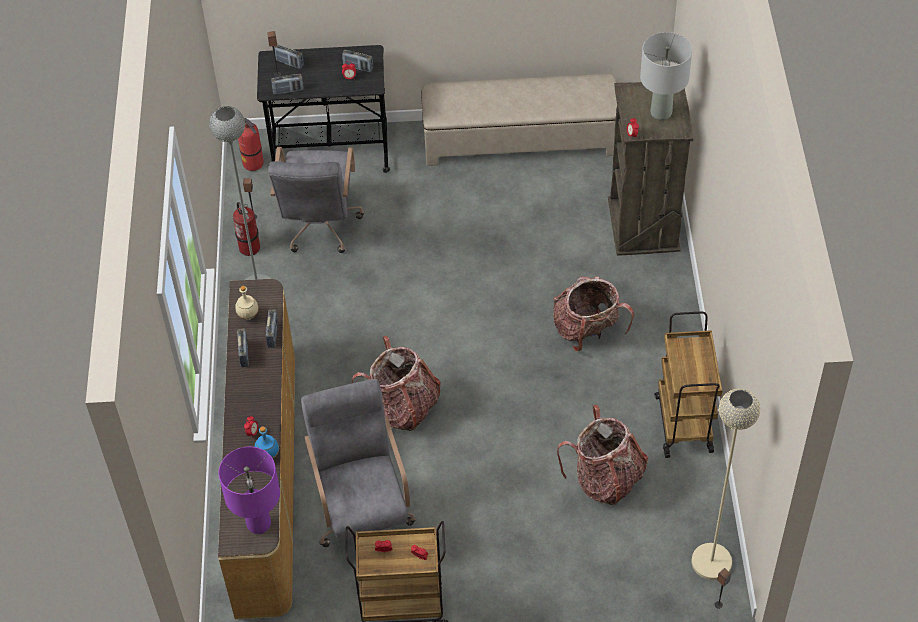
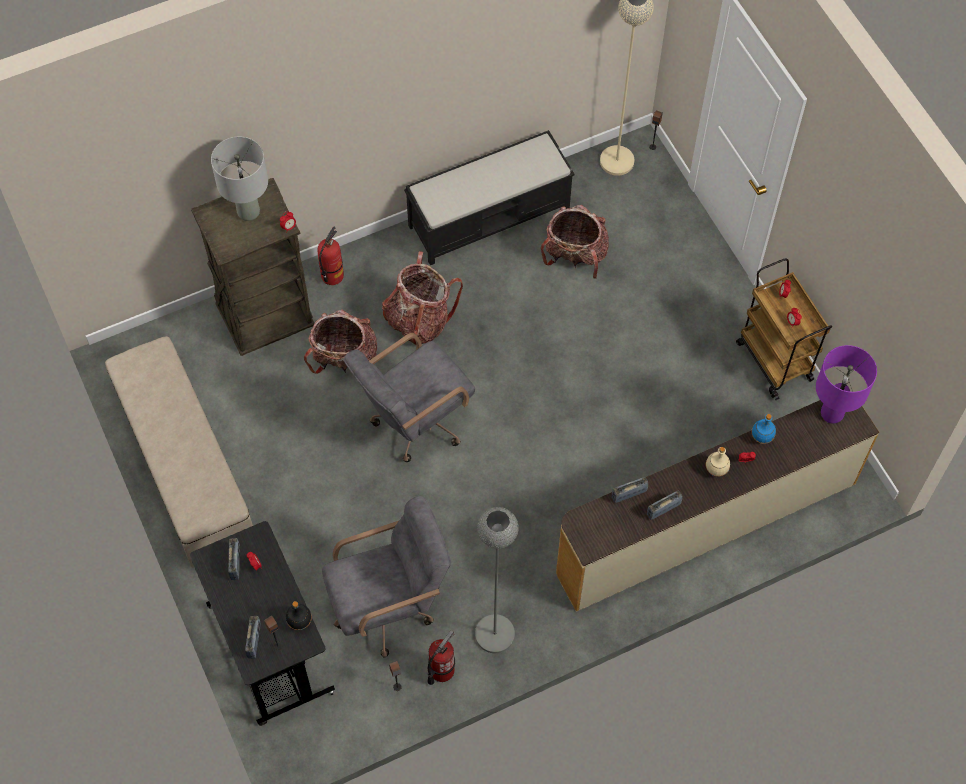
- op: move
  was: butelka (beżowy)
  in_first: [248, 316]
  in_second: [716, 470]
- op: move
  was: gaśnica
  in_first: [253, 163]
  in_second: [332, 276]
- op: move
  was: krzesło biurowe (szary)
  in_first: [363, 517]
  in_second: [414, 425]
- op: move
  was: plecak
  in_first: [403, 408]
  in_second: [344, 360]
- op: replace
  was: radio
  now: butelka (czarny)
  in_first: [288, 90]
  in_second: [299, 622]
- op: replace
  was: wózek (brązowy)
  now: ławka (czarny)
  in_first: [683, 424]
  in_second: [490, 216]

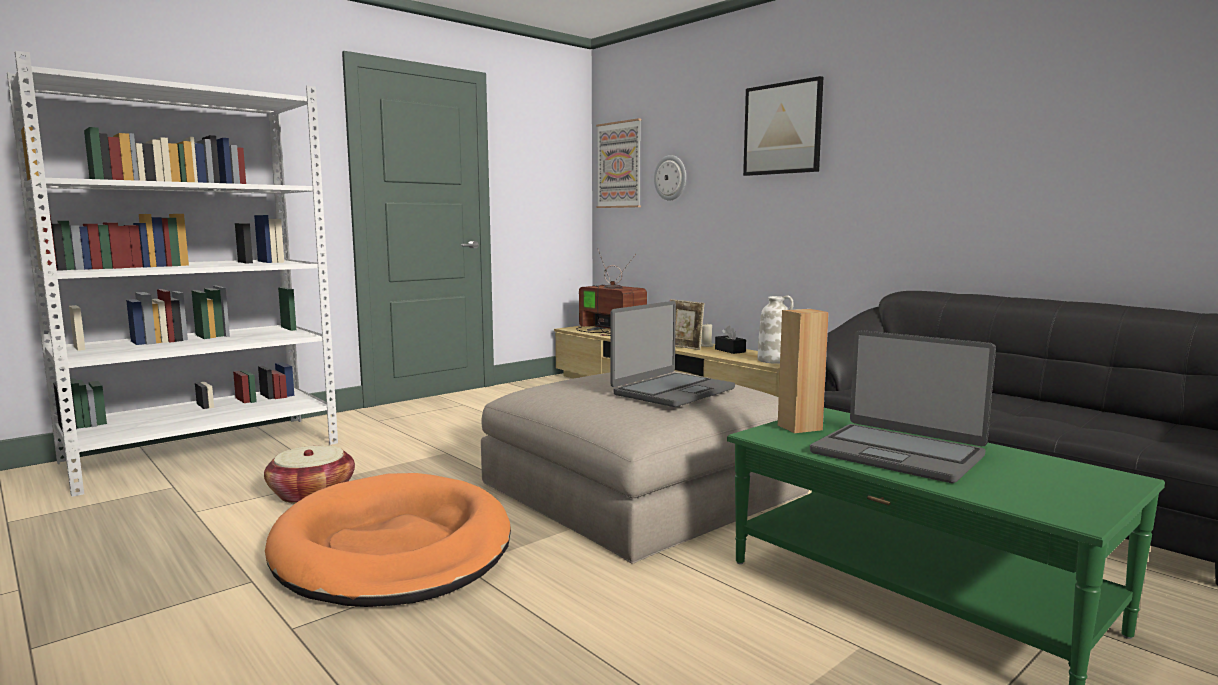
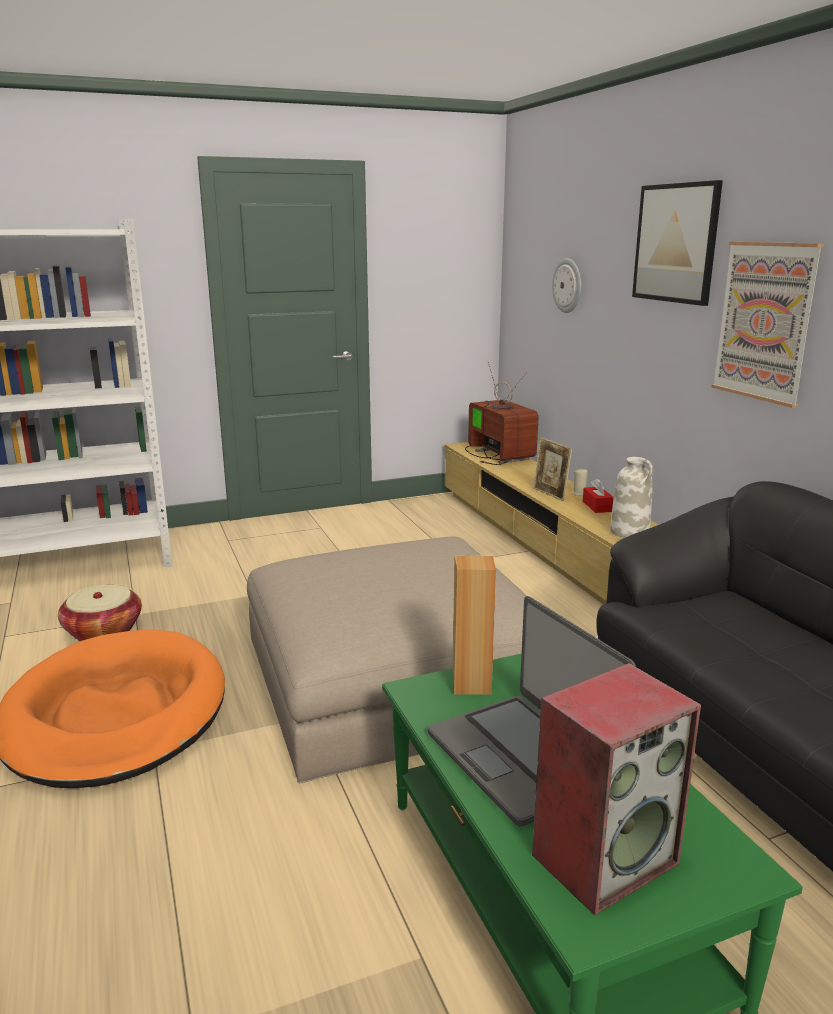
- op: delete
  was: laptop
  in_first: [672, 391]
- op: insert
  now: głośnik
  in_second: [605, 857]
- op: move
  was: obraz
  in_first: [619, 165]
  in_second: [765, 321]
- op: recolor
  was: pudełko chusteczek (czarny)
  now: pudełko chusteczek (czerwony)
  in_first: [730, 350]
  in_second: [597, 506]

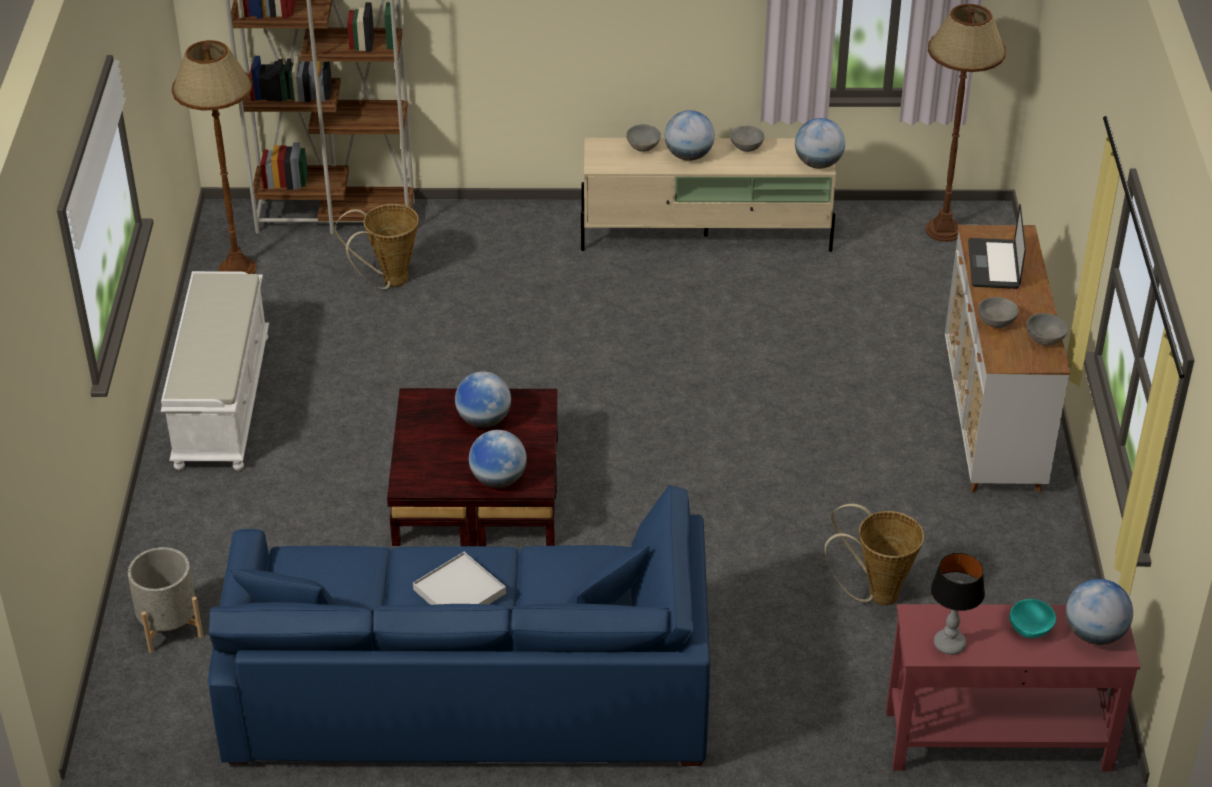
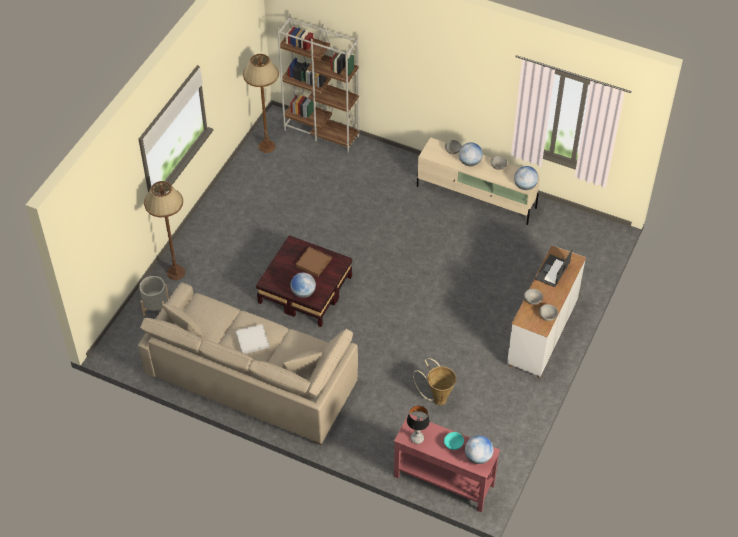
- op: delete
  was: ławka (biały)
  in_first: [221, 400]
- op: delete
  was: koszyk
  in_first: [389, 281]
- op: move
  was: lampa stojąca (brązowy)
  in_first: [944, 230]
  in_second: [176, 273]
- op: replace
  was: globus
  now: taca (brązowy)
  in_first: [484, 420]
  in_second: [313, 262]
- op: recolor
  was: kanapa (niebieski)
  now: kanapa (beżowy)
  in_first: [469, 689]
  in_second: [252, 377]

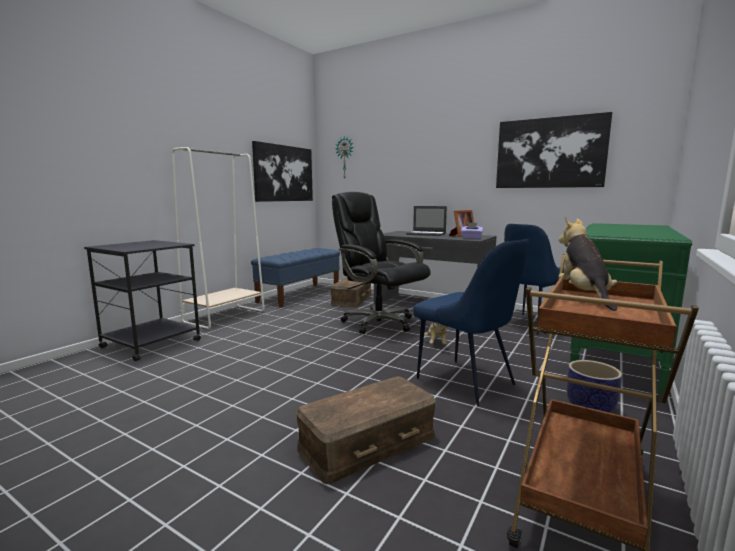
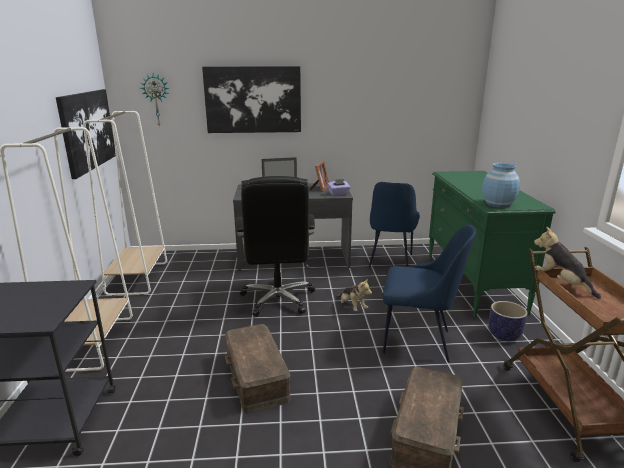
- op: insert
  now: wazon (niebieski)
  in_second: [498, 204]
- op: move
  was: pojemnik do przechowywania (brązowy)
  in_first: [352, 299]
  in_second: [257, 377]
- op: move
  was: obraz
  in_first: [550, 153]
  in_second: [253, 100]
- op: replace
  was: ławka (niebieski)
  now: wieszak
  in_first: [300, 295]
  in_second: [138, 279]
- op: rotate
  was: krzesło biurowe (czarny)
  in_first: [380, 323]
  in_second: [277, 297]
  clockwise: -105

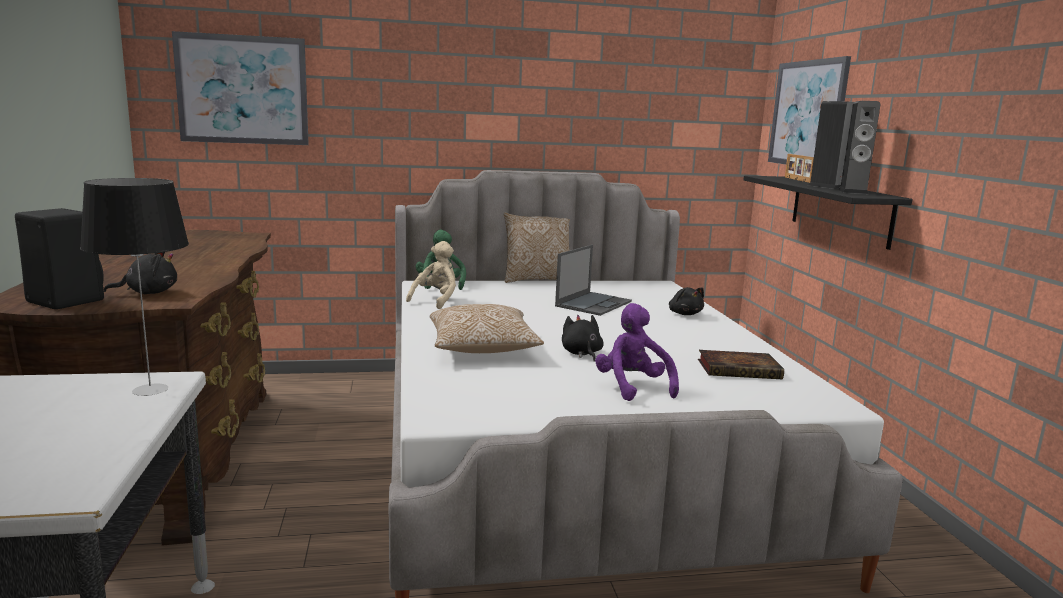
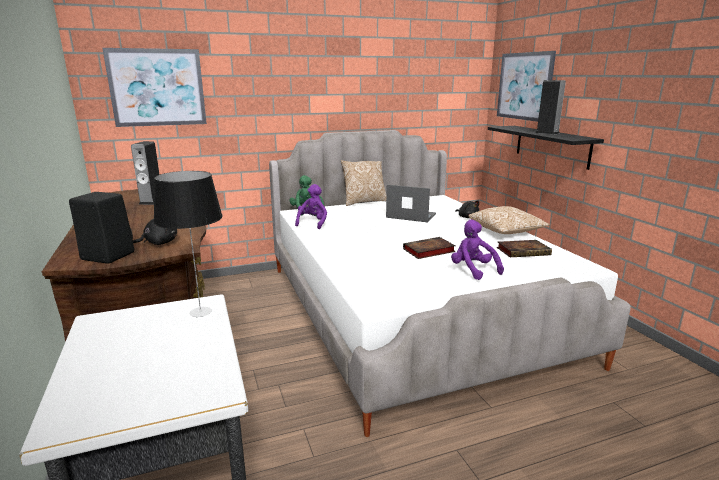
- op: delete
  was: ramka na zdjęcie
  in_first: [797, 180]
- op: move
  was: poduszka
  in_first: [482, 349]
  in_second: [506, 231]
- op: move
  was: głośnik
  in_first: [853, 191]
  in_second: [151, 201]
- op: replace
  was: pluszak (czarny)
  now: książka
  in_first: [581, 353]
  in_second: [428, 251]
- op: recolor
  was: pluszak (beżowy)
  now: pluszak (fioletowy)
  in_first: [436, 300]
  in_second: [312, 223]
- op: rotate
  was: laptop
  in_first: [594, 303]
  in_second: [410, 215]
  clockwise: -90

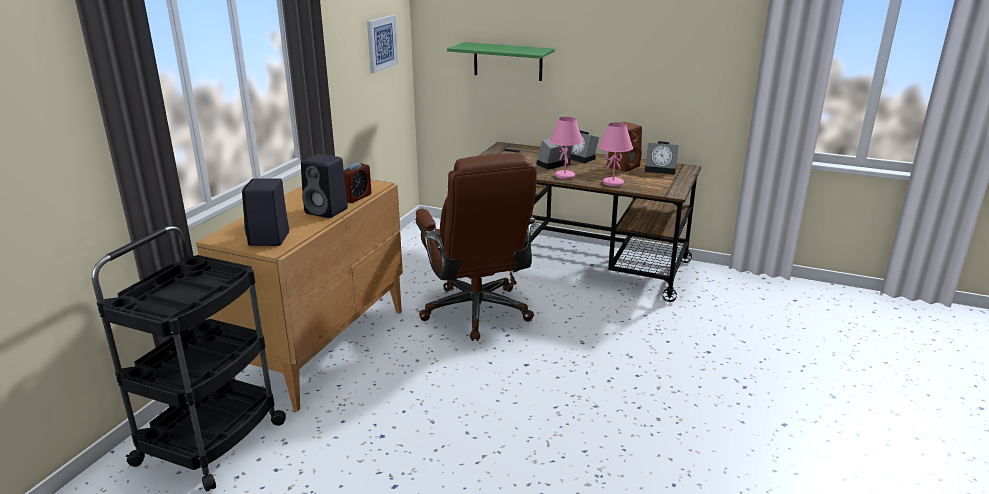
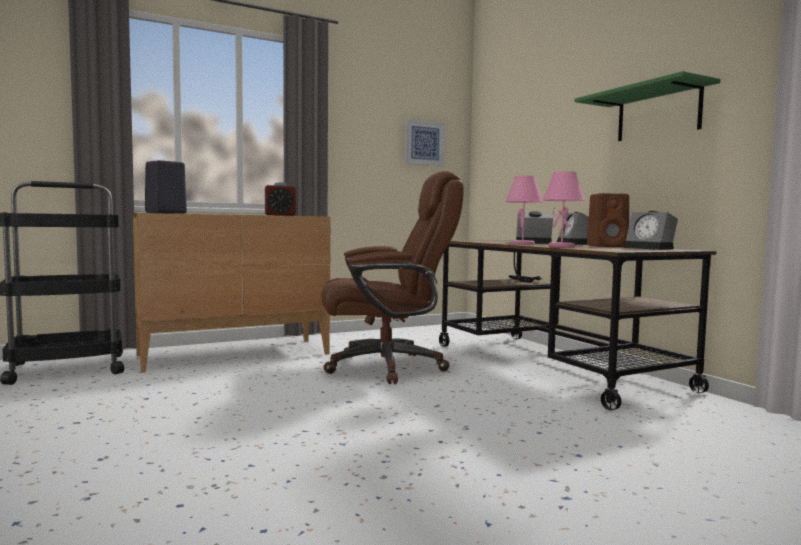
- op: delete
  was: głośnik (czarny)
  in_first: [328, 211]
- op: move
  was: półka (zielony)
  in_first: [507, 61]
  in_second: [658, 114]
- op: rotate
  was: krzesło biurowe (brązowy)
  in_first: [476, 311]
  in_second: [386, 367]
  clockwise: -120

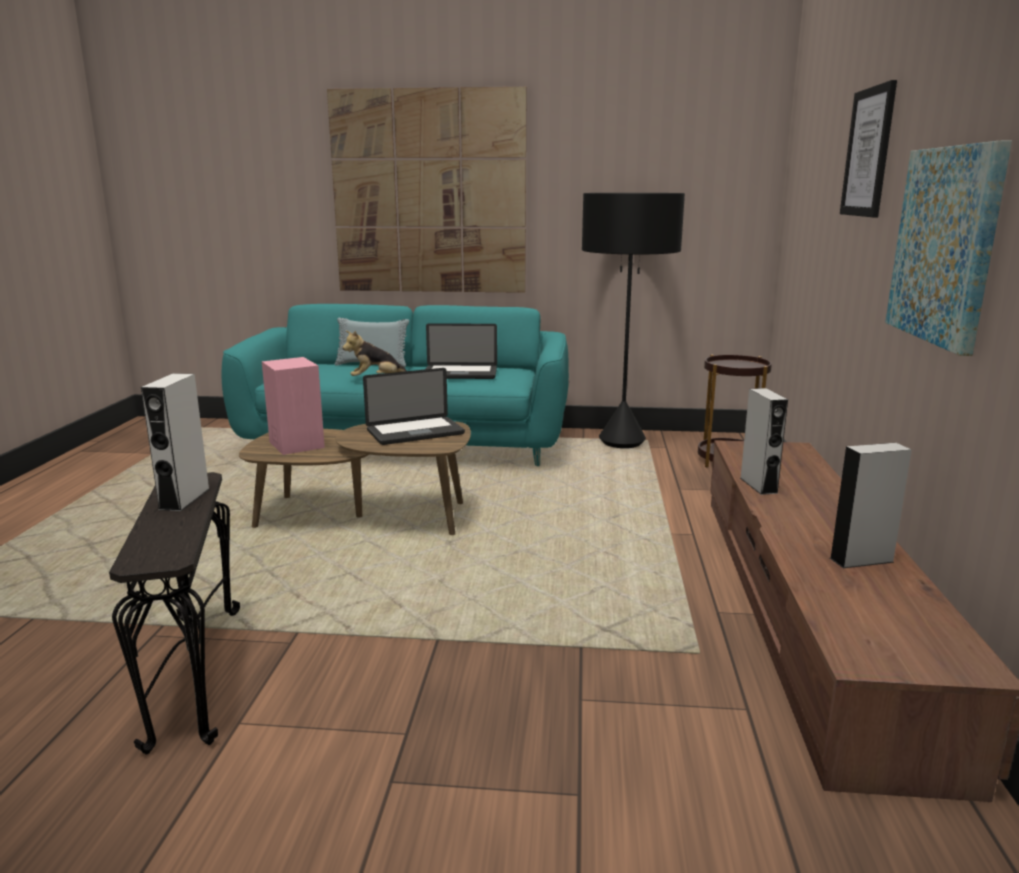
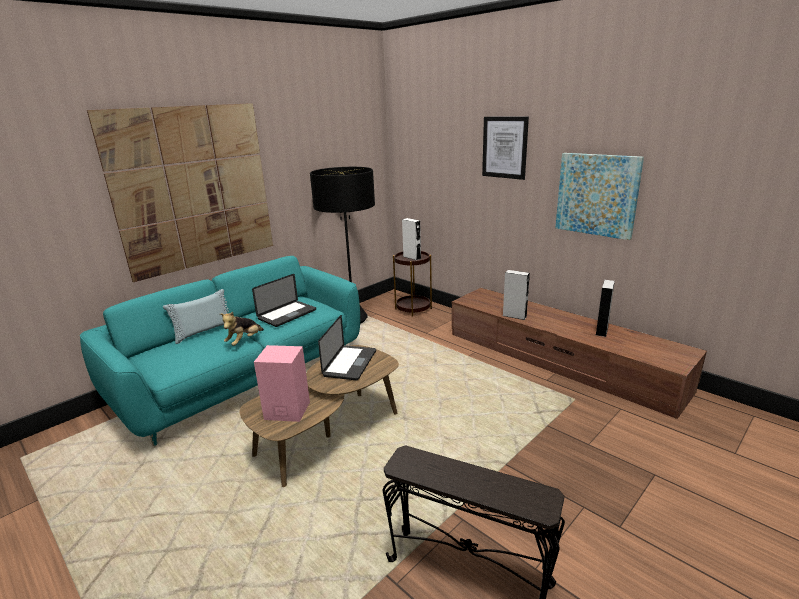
- op: move
  was: głośnik (biały)
  in_first: [184, 499]
  in_second: [412, 257]

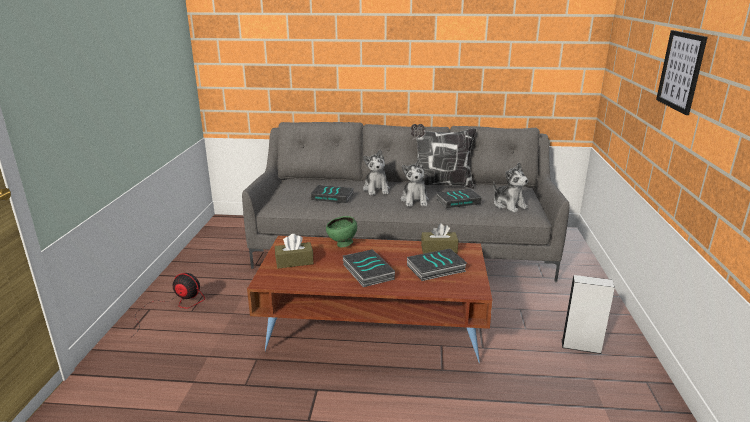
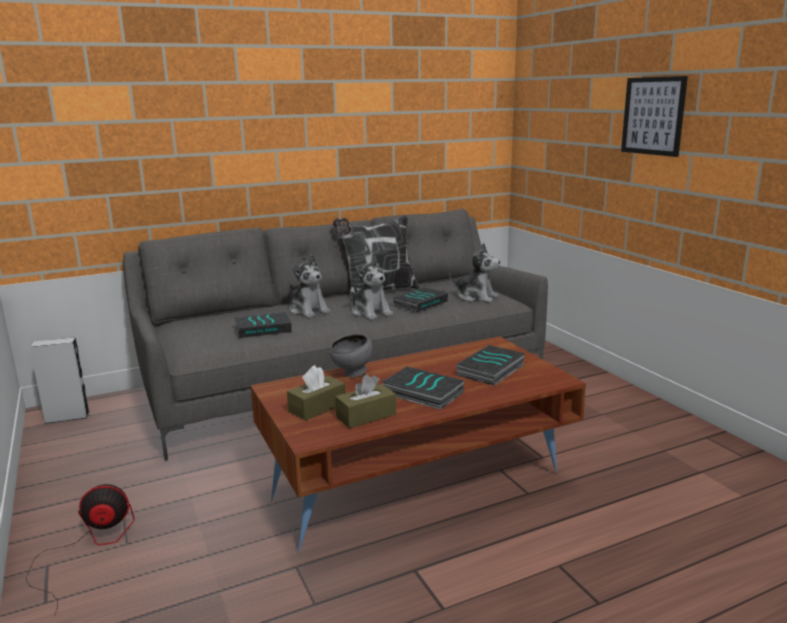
- op: move
  was: pudełko chusteczek (brązowy)
  in_first: [439, 249]
  in_second: [366, 416]
- op: move
  was: głośnik (szary)
  in_first: [581, 346]
  in_second: [67, 417]
- op: recolor
  was: miska (zielony)
  now: miska (szary)
  in_first: [342, 245]
  in_second: [352, 374]

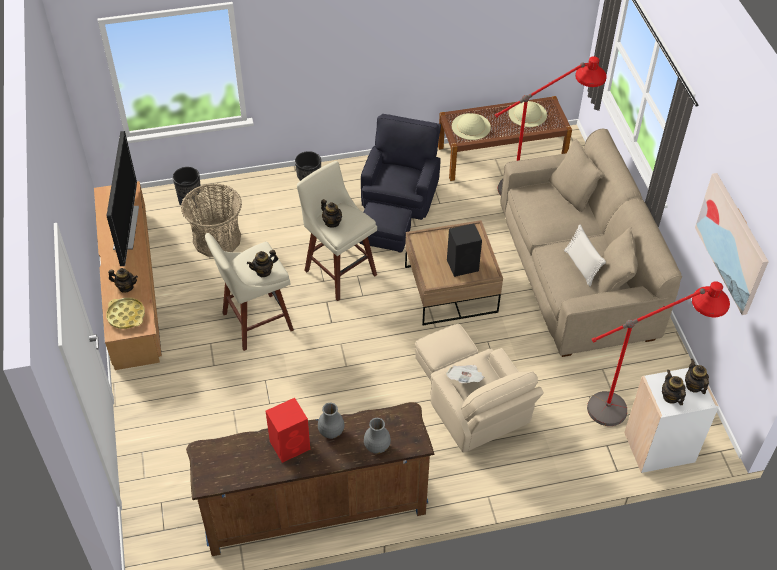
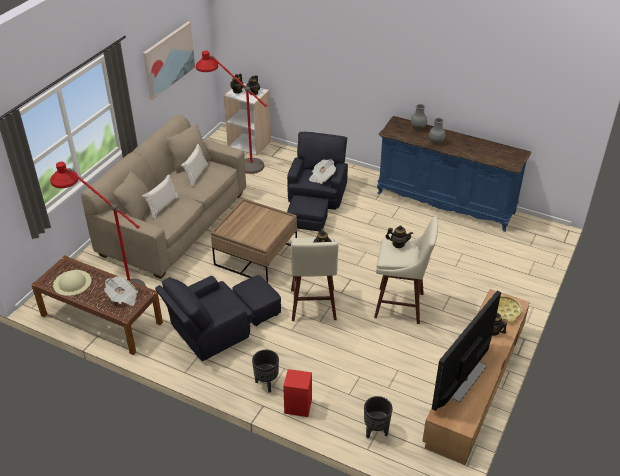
- op: delete
  was: koszyk
  in_first: [216, 239]
- op: delete
  was: głośnik (czarny)
  in_first: [463, 265]
- op: insert
  now: poduszka (biały)
  in_second: [162, 206]
- op: move
  was: głośnik (czerwony)
  in_first: [291, 445]
  in_second: [297, 406]
- op: replace
  was: kapelusz (beżowy)
  now: gazeta
  in_first: [471, 126]
  in_second: [123, 297]
- op: recolor
  was: fotel (beżowy)
  now: fotel (czarny)
  in_first: [472, 404]
  in_second: [315, 201]

